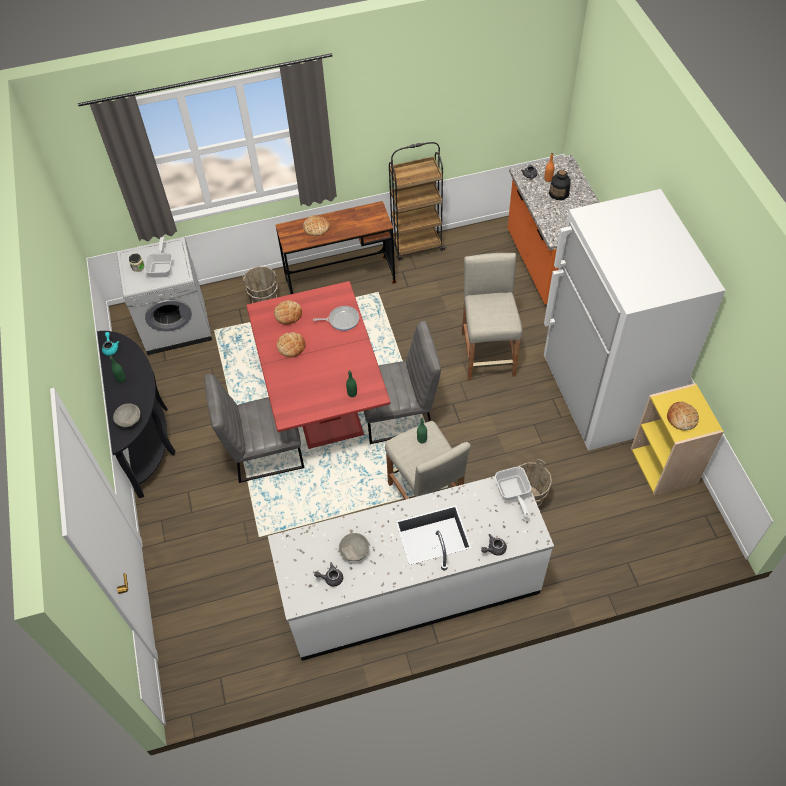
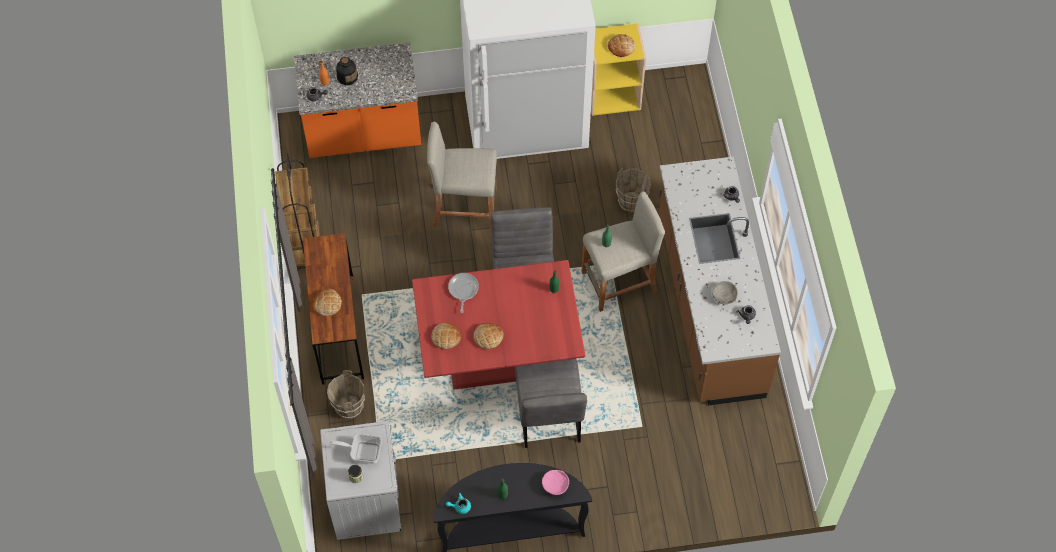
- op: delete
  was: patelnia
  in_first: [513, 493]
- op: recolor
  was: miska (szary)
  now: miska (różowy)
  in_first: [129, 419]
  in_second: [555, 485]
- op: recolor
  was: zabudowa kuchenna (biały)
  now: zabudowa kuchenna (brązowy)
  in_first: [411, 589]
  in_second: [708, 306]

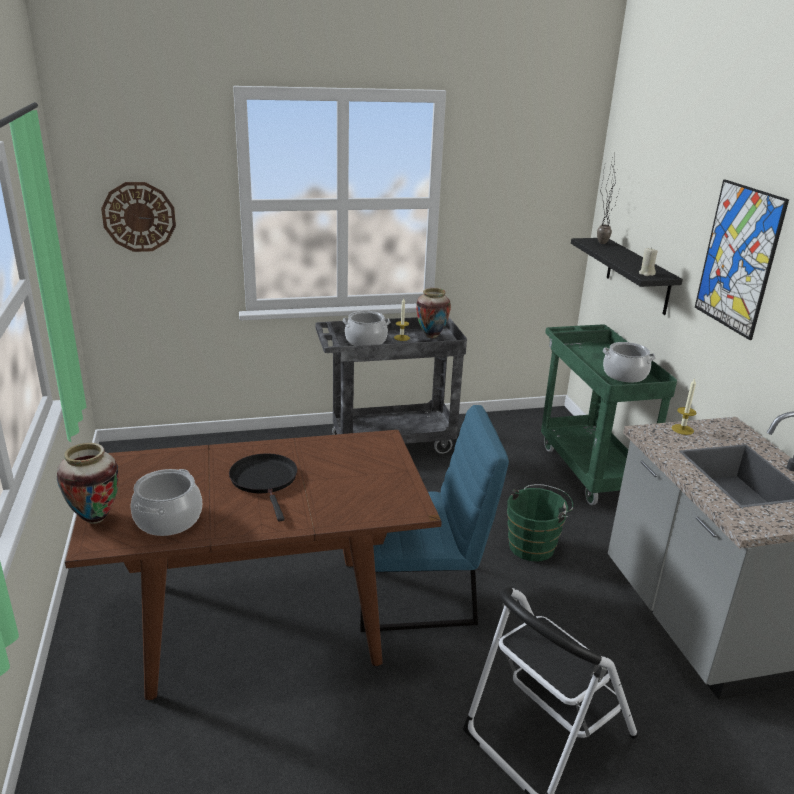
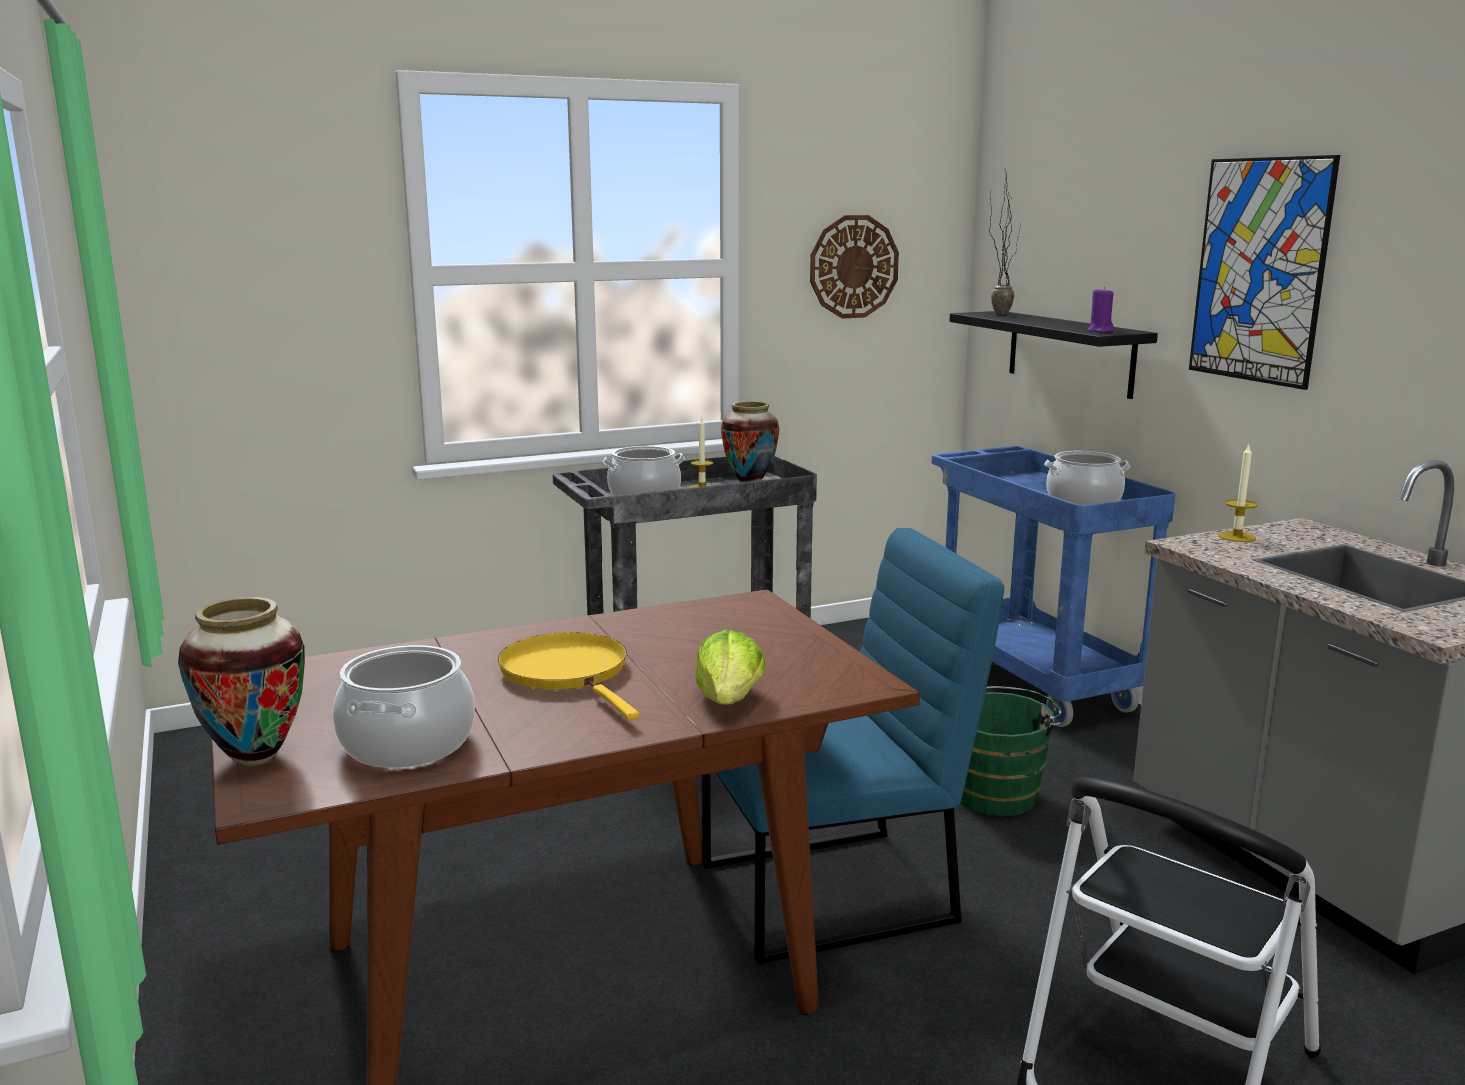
- op: insert
  now: sałata
  in_second: [730, 700]
- op: move
  was: zegar ścienny
  in_first: [139, 217]
  in_second: [853, 267]
- op: recolor
  was: patelnia (czarny)
  now: patelnia (żółty)
  in_first: [265, 480]
  in_second: [568, 673]
- op: recolor
  was: wózek (zielony)
  now: wózek (niebieski)
  in_first: [586, 470]
  in_second: [1029, 682]
- op: recolor
  was: świeca (beżowy)
  now: świeca (fioletowy)
  in_first: [646, 273]
  in_second: [1100, 331]

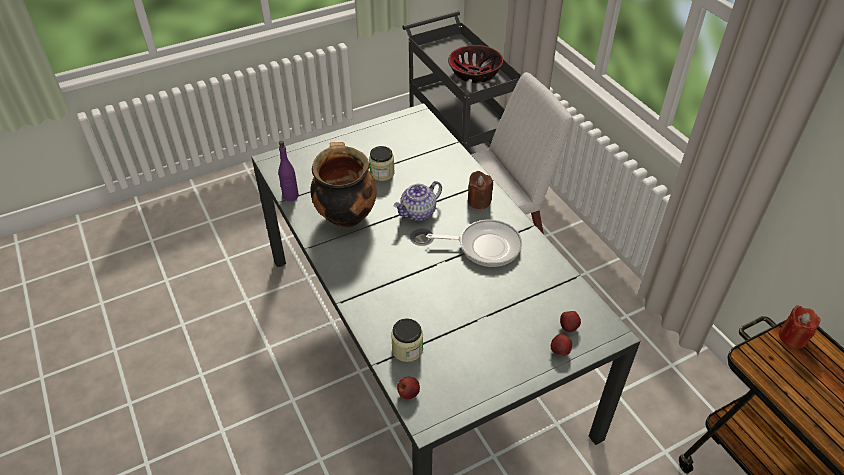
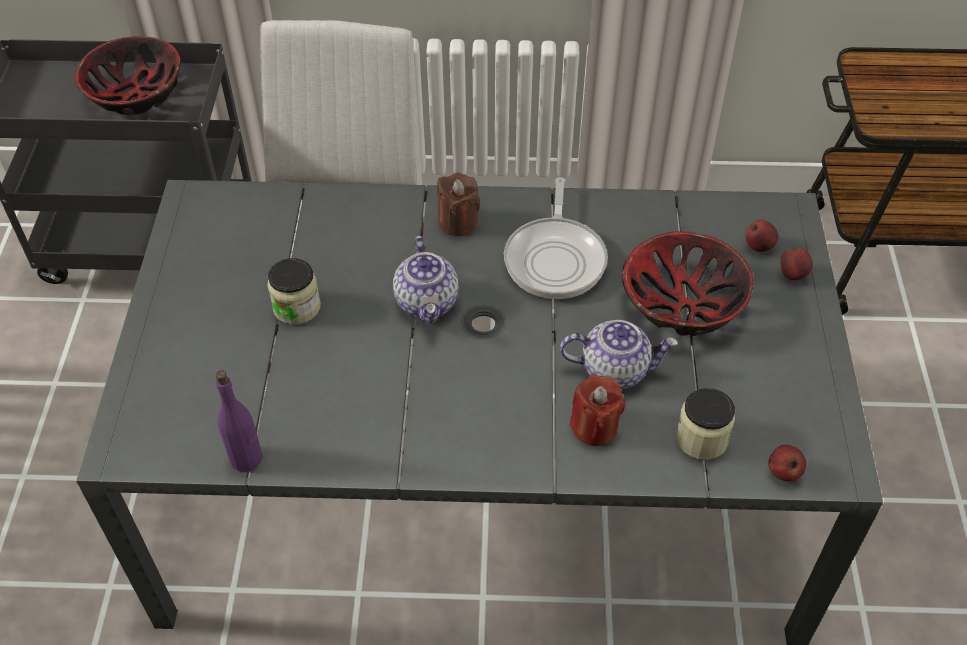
- op: delete
  was: garnek
  in_first: [345, 216]
- op: insert
  now: imbryk
  in_second: [615, 369]
- op: insert
  now: miska
  in_second: [681, 304]
- op: move
  was: świeca (czerwony)
  in_first: [792, 337]
  in_second: [594, 426]
- op: rotate
  was: patelnia
  in_first: [485, 246]
  in_second: [556, 258]
  clockwise: 150

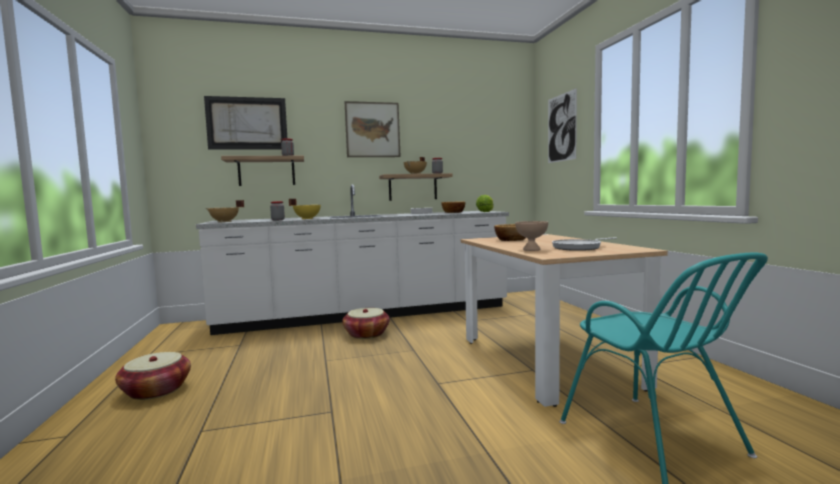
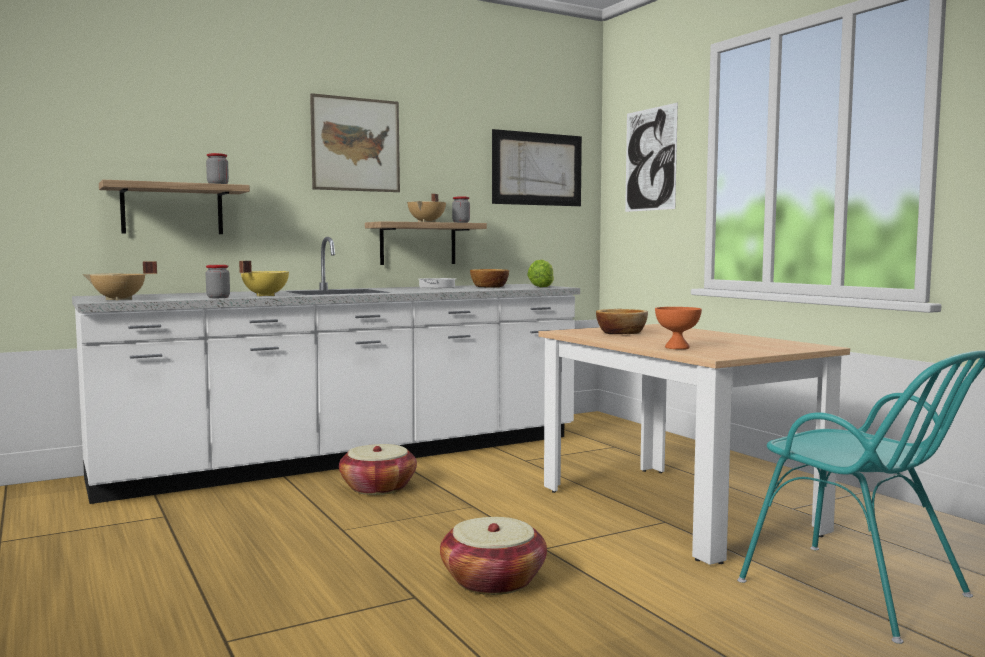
- op: delete
  was: patelnia
  in_first: [579, 247]
- op: move
  was: koszyk
  in_first: [156, 390]
  in_second: [493, 580]
- op: move
  was: obraz
  in_first: [247, 123]
  in_second: [537, 169]
- op: recolor
  was: miska (beżowy)
  now: miska (pomarańczowy)
  in_first: [531, 249]
  in_second: [676, 347]

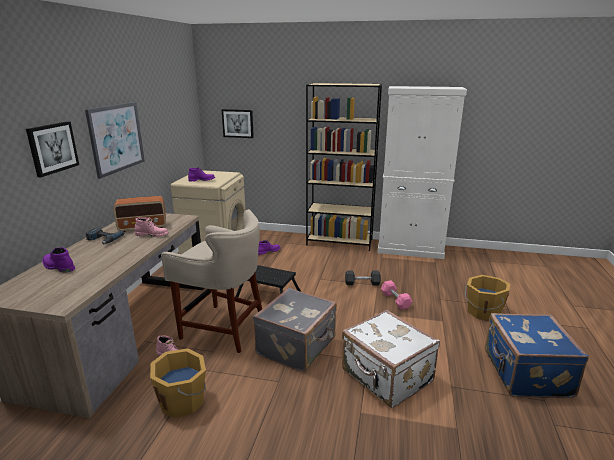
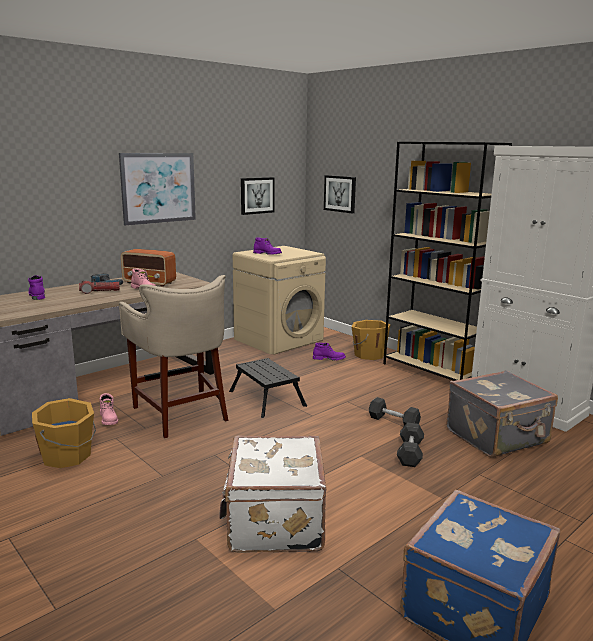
- op: insert
  now: latarka
  in_second: [100, 292]
- op: move
  was: obraz
  in_first: [52, 148]
  in_second: [257, 195]
- op: move
  was: walizka (szary)
  in_first: [297, 347]
  in_second: [498, 437]
- op: move
  was: wiadro (pomarańczowy)
  in_first: [483, 312]
  in_second: [368, 354]
- op: recolor
  was: hantel (różowy)
  now: hantel (szary)
  in_first: [395, 300]
  in_second: [410, 453]

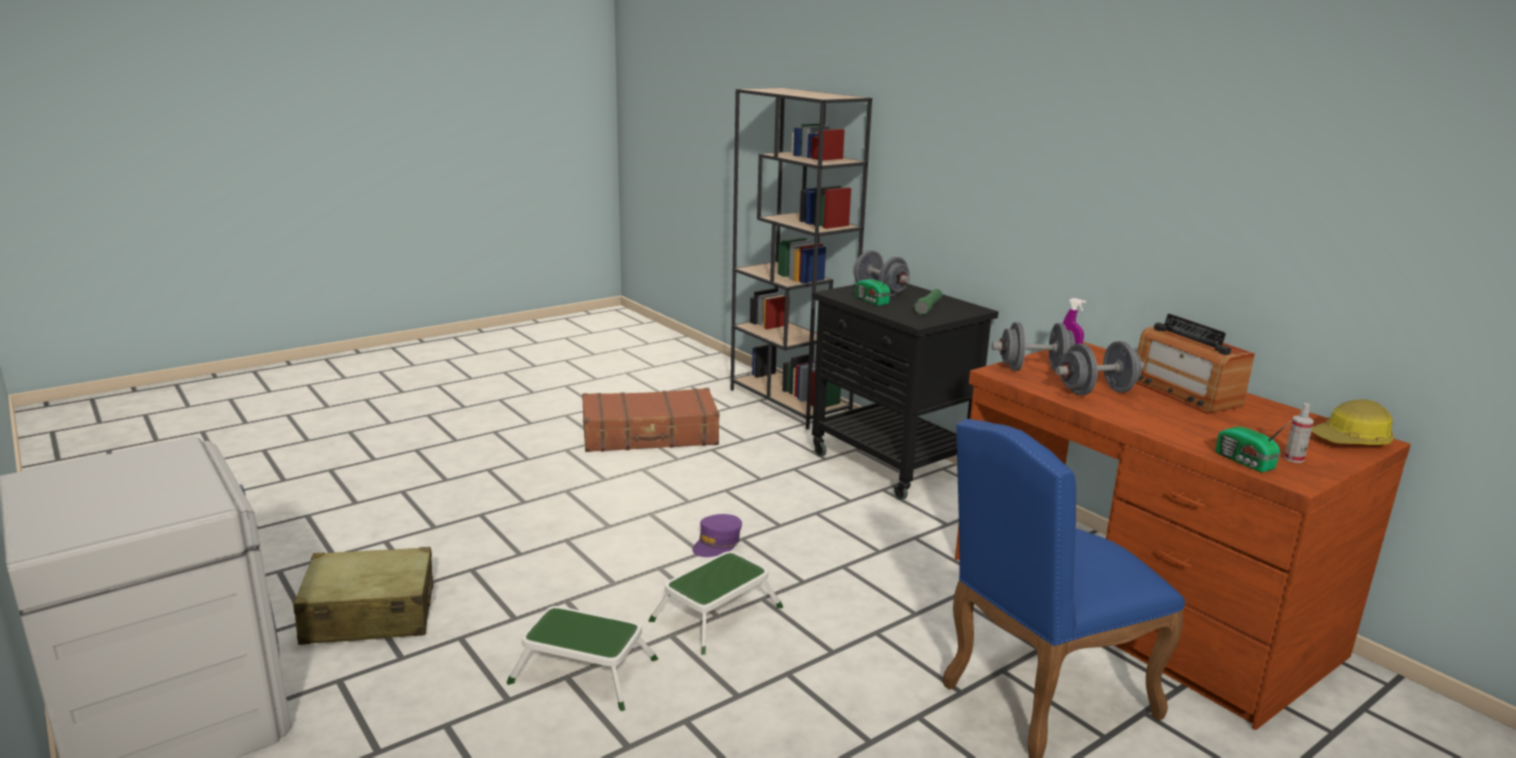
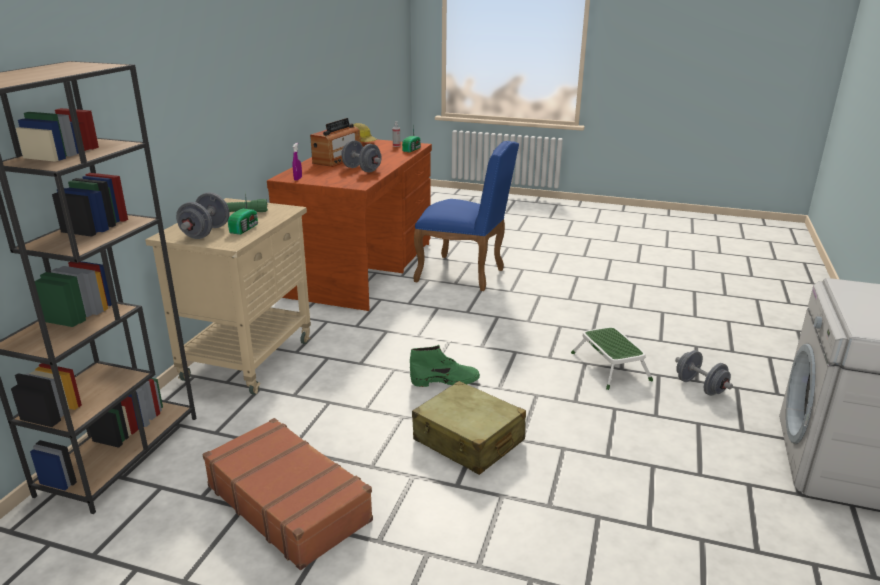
- op: delete
  was: drabinka (zielony)
  in_first: [716, 613]
- op: move
  was: walizka (beżowy)
  in_first: [369, 615]
  in_second: [468, 440]
- op: move
  was: hantel (szary)
  in_first: [1034, 369]
  in_second: [700, 387]
- op: replace
  was: czapka z daszkiem (fioletowy)
  now: but z cholewką (zielony)
  in_first: [717, 544]
  in_second: [445, 381]
- op: recolor
  was: wózek (czarny)
  now: wózek (beżowy)
  in_first: [891, 466]
  in_second: [249, 359]

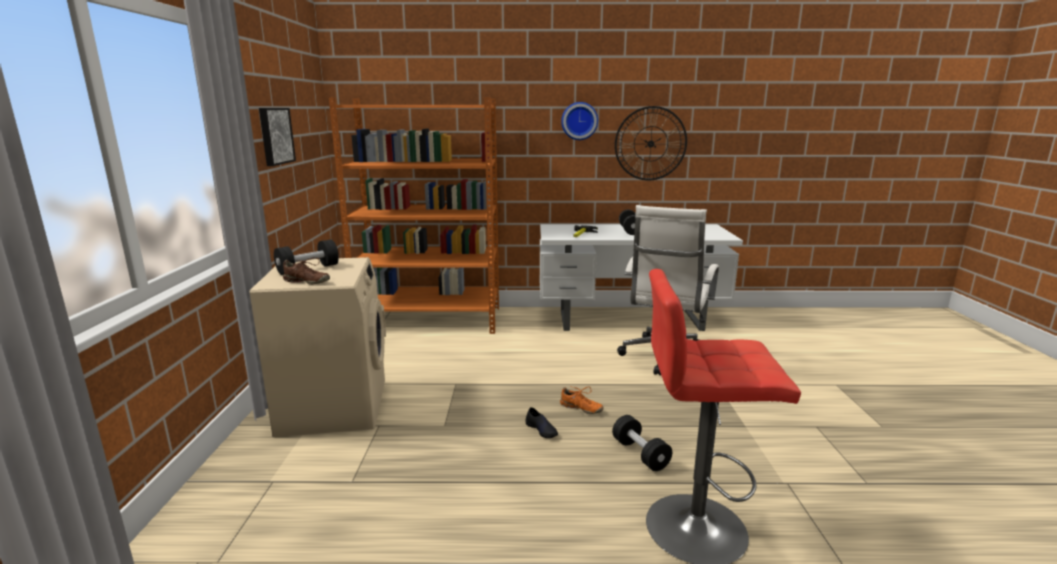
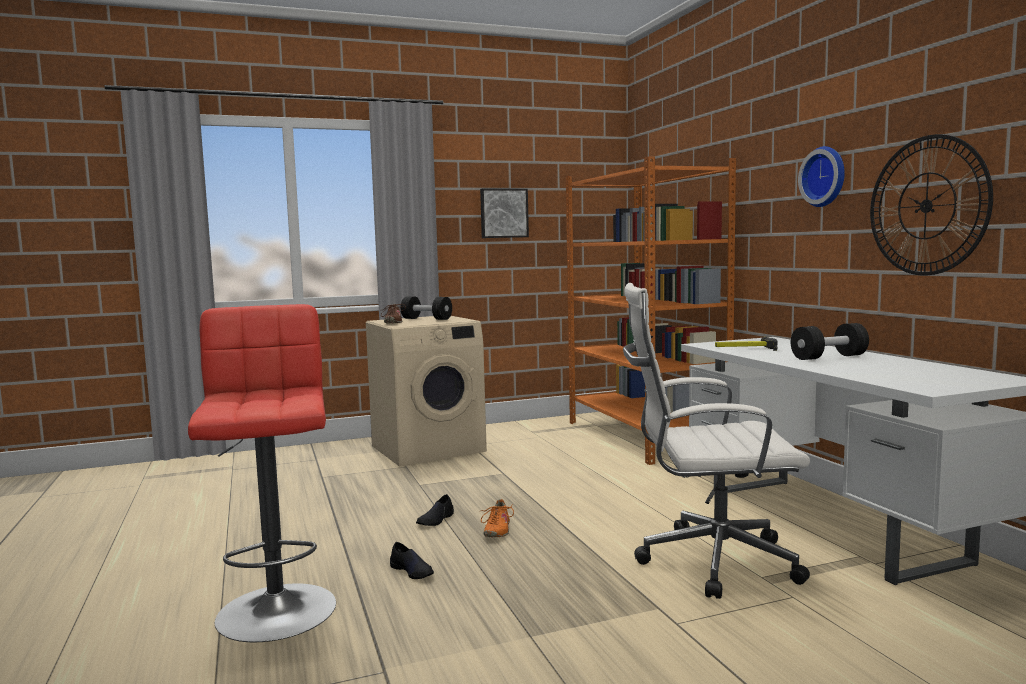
- op: replace
  was: hantel (czarny)
  now: but (czarny)
  in_first: [640, 454]
  in_second: [412, 571]

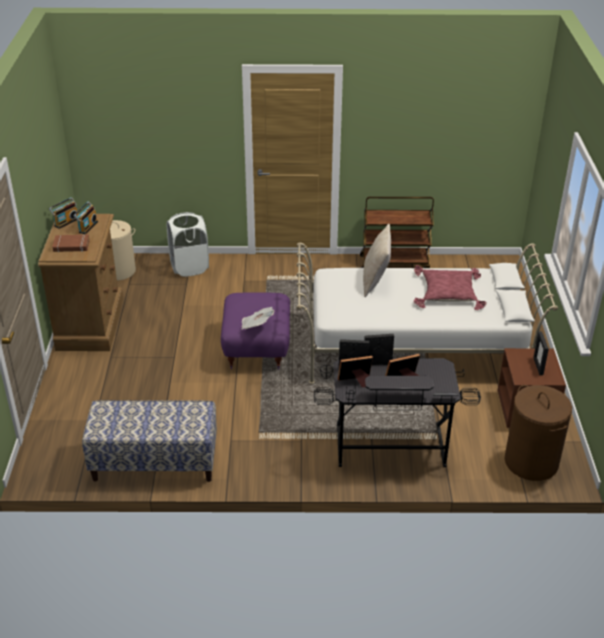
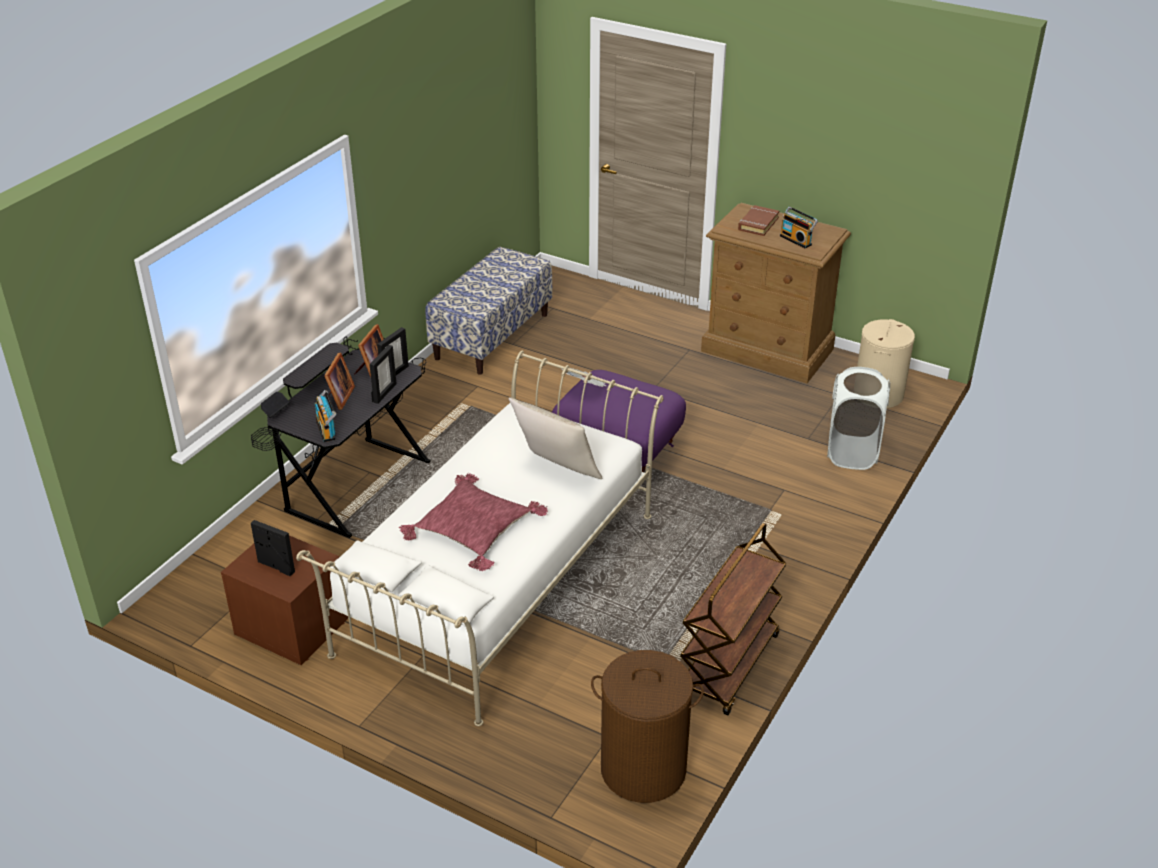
- op: move
  was: radio
  in_first: [66, 222]
  in_second: [327, 429]
- op: move
  was: kosz na pranie (brązowy)
  in_first: [530, 462]
  in_second: [643, 769]

